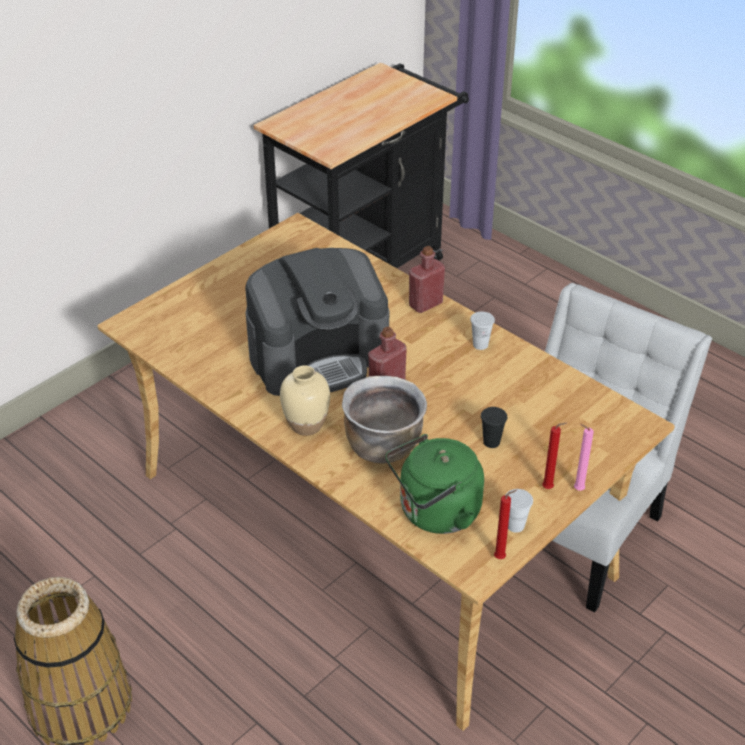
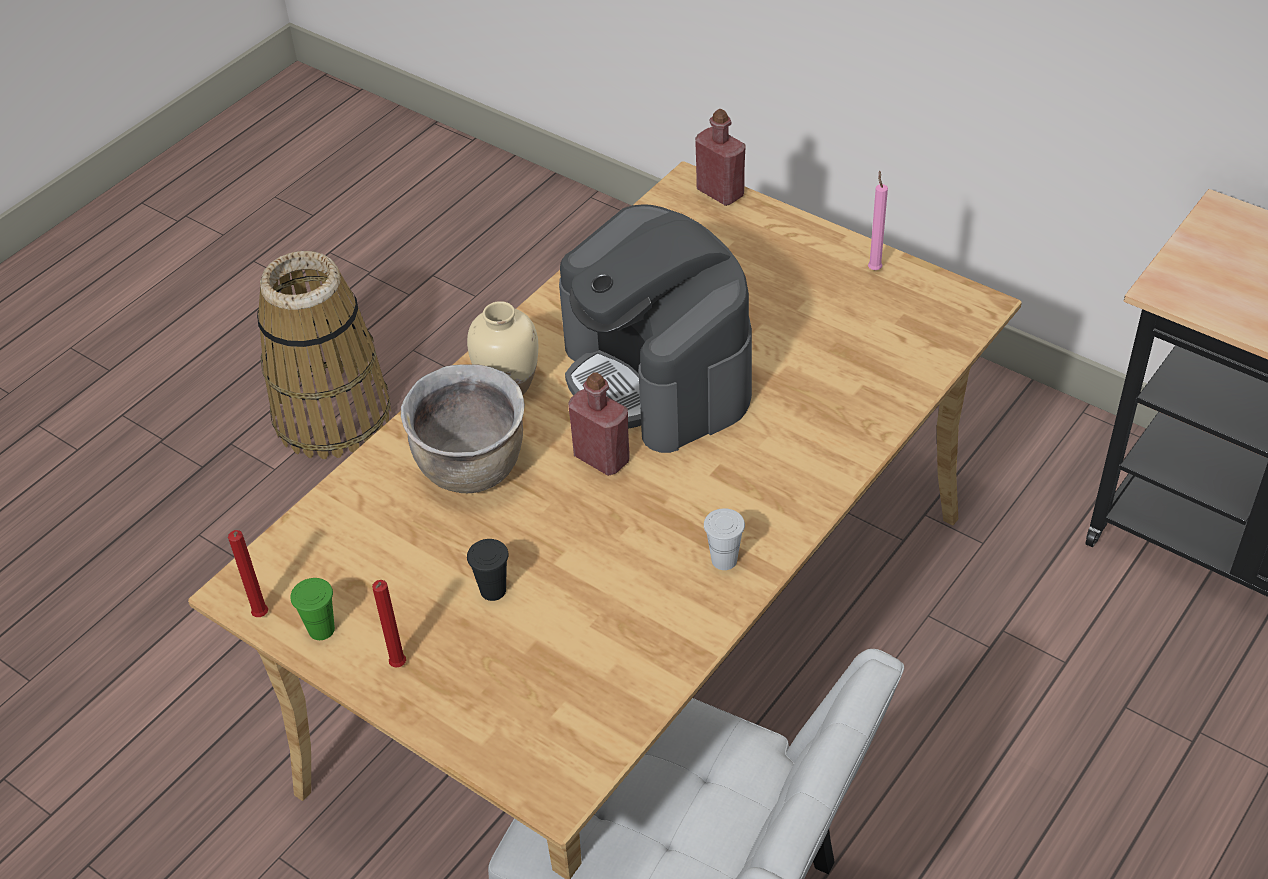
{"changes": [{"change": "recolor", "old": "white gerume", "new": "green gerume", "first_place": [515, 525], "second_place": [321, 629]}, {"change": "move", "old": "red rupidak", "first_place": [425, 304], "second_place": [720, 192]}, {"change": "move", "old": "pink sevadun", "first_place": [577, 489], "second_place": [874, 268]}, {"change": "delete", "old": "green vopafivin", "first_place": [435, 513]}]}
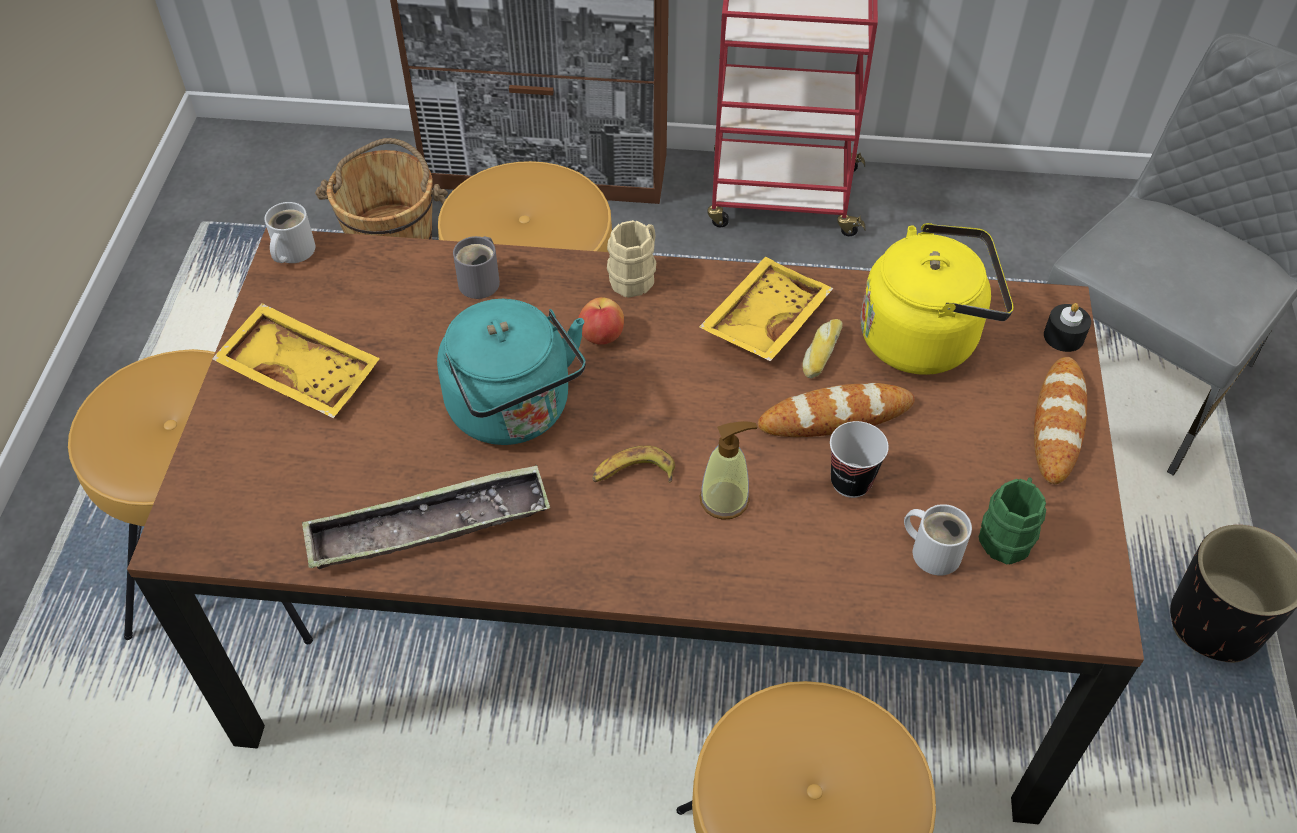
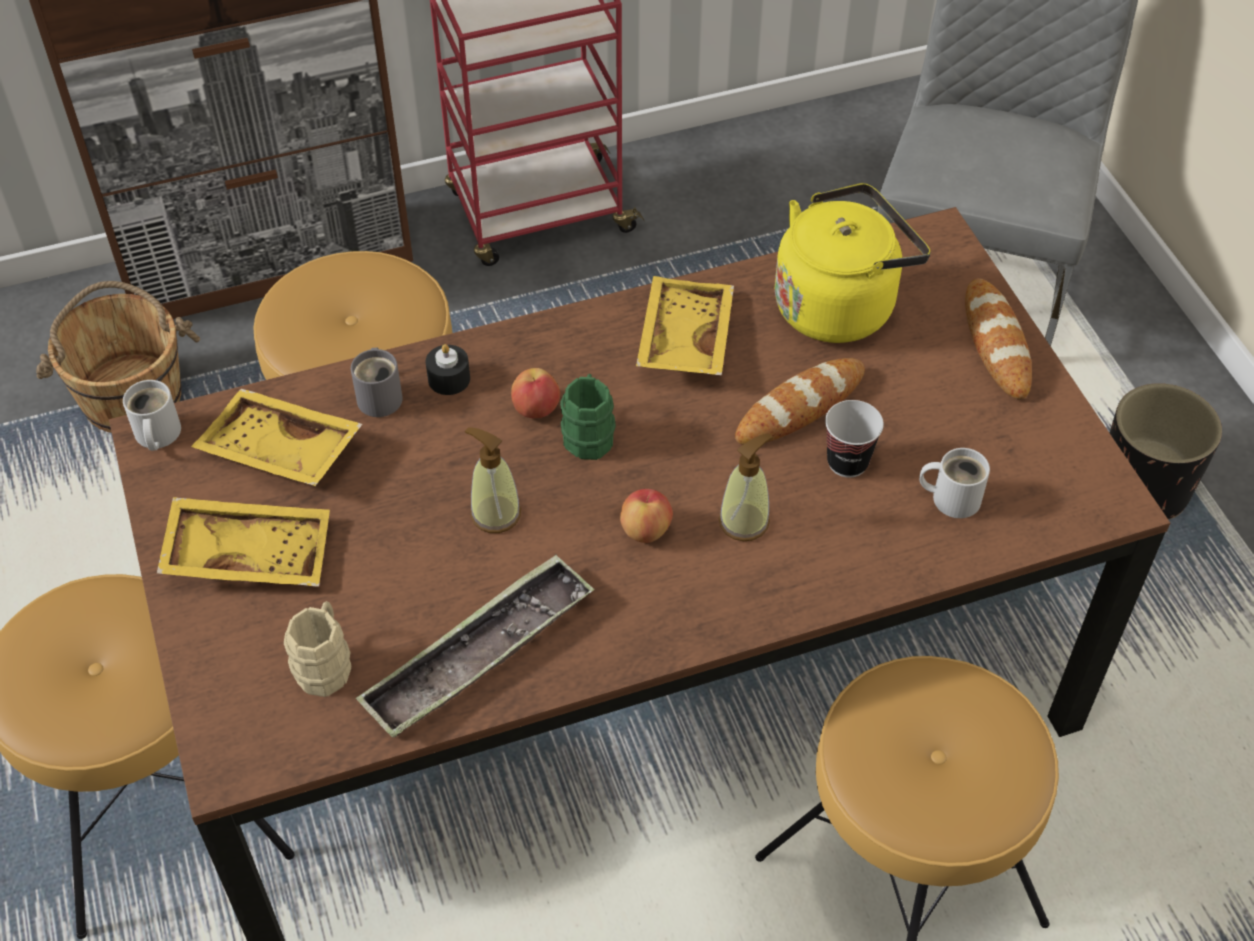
{"changes": [{"change": "insert", "new": "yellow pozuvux", "second_place": [278, 452]}, {"change": "move", "old": "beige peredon", "first_place": [635, 276], "second_place": [325, 663]}, {"change": "move", "old": "black sevadun", "first_place": [1063, 336], "second_place": [449, 379]}, {"change": "replace", "old": "turquoise vopafivin", "new": "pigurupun", "first_place": [514, 412], "second_place": [495, 513]}, {"change": "move", "old": "green peredon", "first_place": [1008, 534], "second_place": [588, 433]}, {"change": "replace", "old": "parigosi", "new": "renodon", "first_place": [633, 474], "second_place": [645, 530]}, {"change": "delete", "old": "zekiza", "first_place": [820, 352]}]}
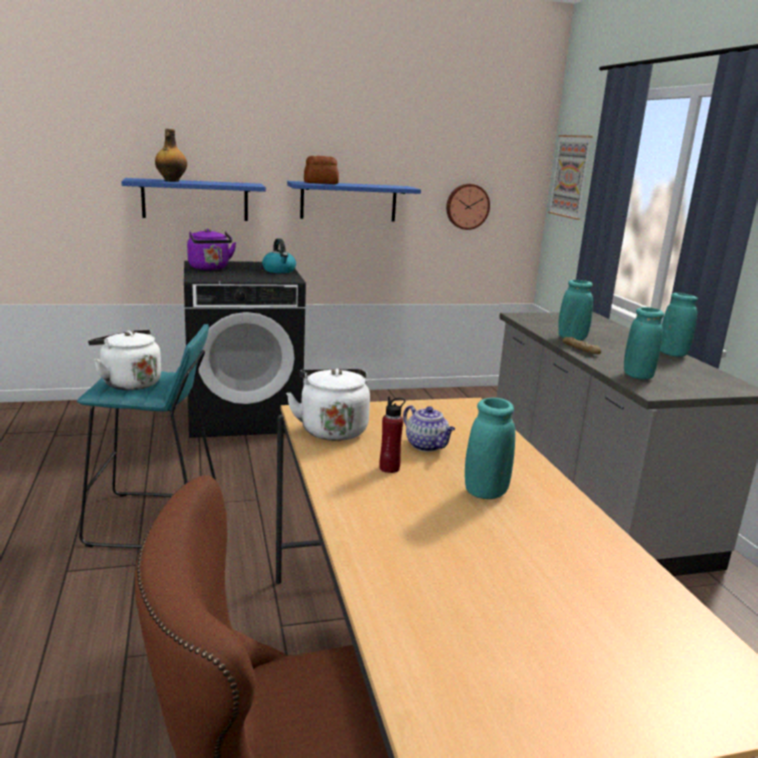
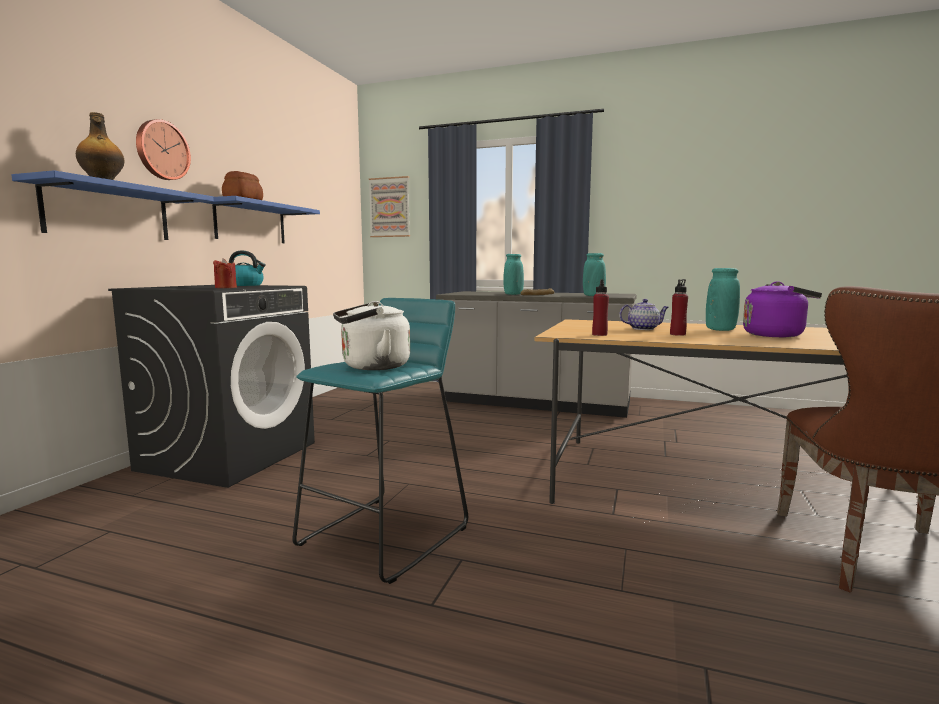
{"changes": [{"change": "move", "old": "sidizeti", "first_place": [467, 206], "second_place": [161, 150]}, {"change": "insert", "new": "red sevadun", "second_place": [226, 288]}, {"change": "replace", "old": "white vopafivin", "new": "red rupidak", "first_place": [332, 429], "second_place": [599, 334]}, {"change": "move", "old": "purple vopafivin", "first_place": [210, 268], "second_place": [776, 335]}, {"change": "delete", "old": "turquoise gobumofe", "first_place": [672, 354]}]}
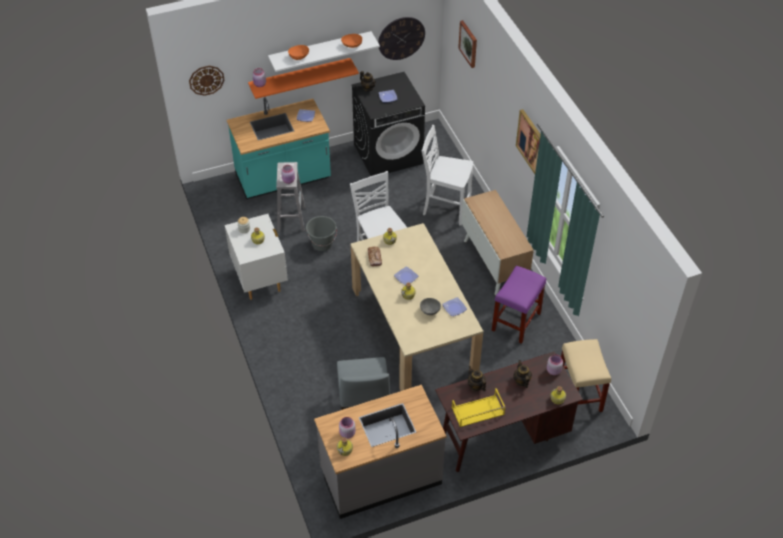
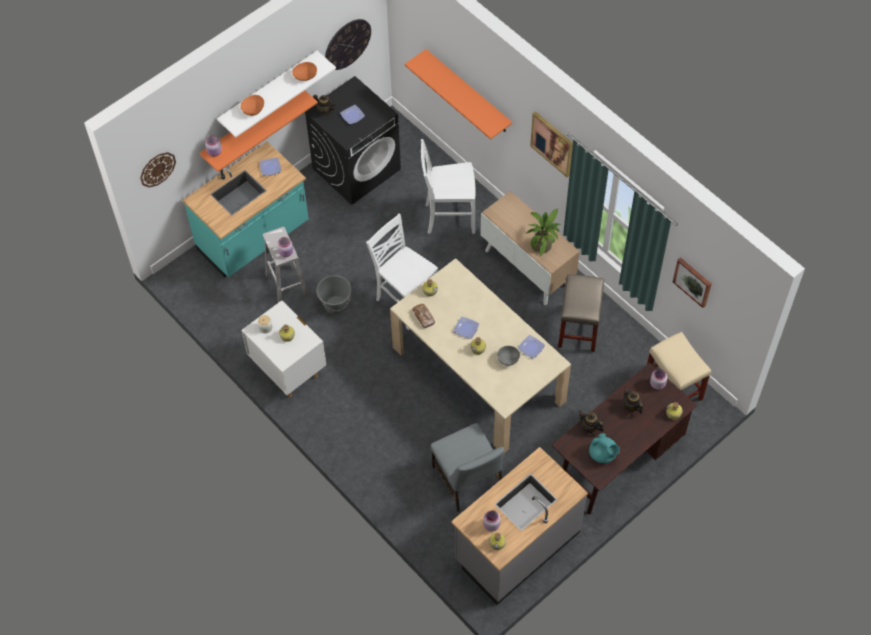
{"changes": [{"change": "insert", "new": "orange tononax", "second_place": [468, 92]}, {"change": "insert", "new": "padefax", "second_place": [543, 244]}, {"change": "recolor", "old": "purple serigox", "new": "beige serigox", "first_place": [516, 322], "second_place": [579, 329]}, {"change": "replace", "old": "yellow pozuvux", "new": "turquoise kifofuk", "first_place": [477, 411], "second_place": [603, 454]}, {"change": "move", "old": "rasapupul", "first_place": [468, 43], "second_place": [693, 281]}]}
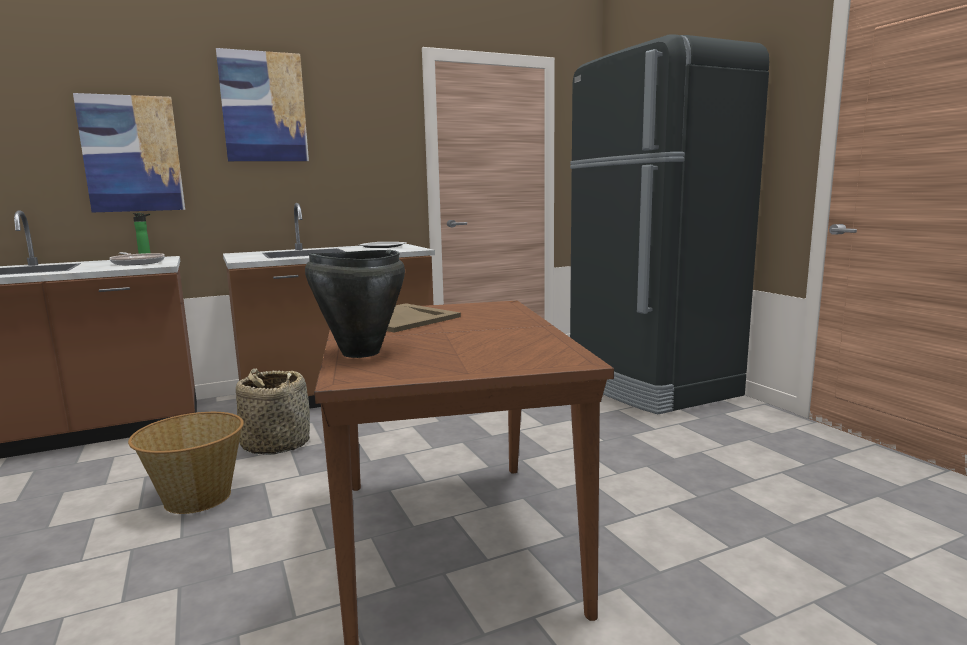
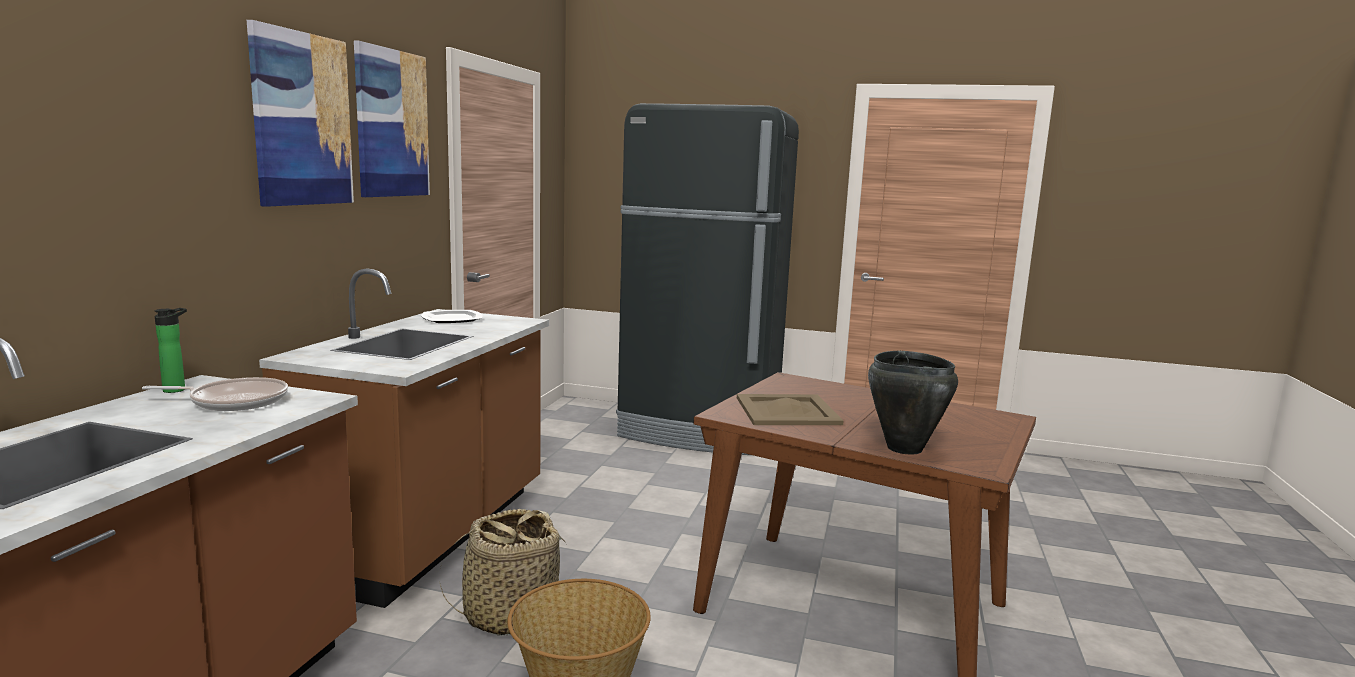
{"changes": [{"change": "move", "old": "rasapupul", "first_place": [132, 154], "second_place": [392, 124]}]}
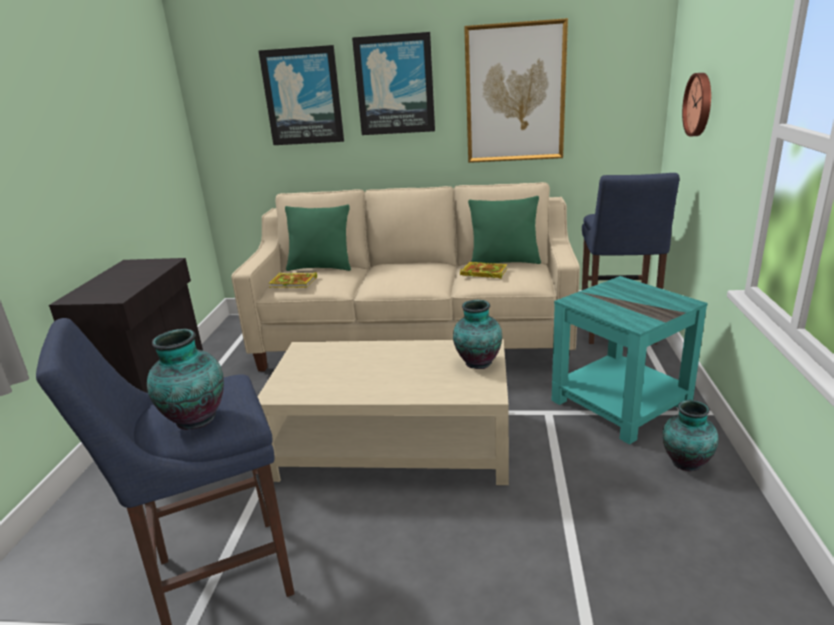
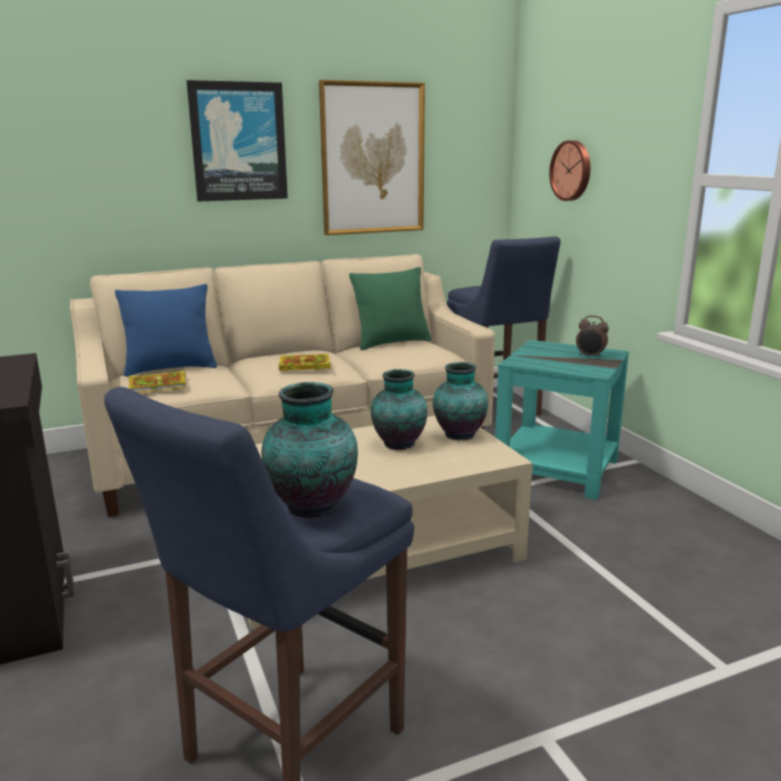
{"changes": [{"change": "recolor", "old": "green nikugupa", "new": "blue nikugupa", "first_place": [321, 267], "second_place": [171, 368]}, {"change": "move", "old": "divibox", "first_place": [483, 273], "second_place": [303, 366]}, {"change": "move", "old": "gobumofe", "first_place": [685, 463], "second_place": [398, 444]}, {"change": "insert", "new": "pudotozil", "second_place": [590, 356]}, {"change": "delete", "old": "rasapupul", "first_place": [303, 96]}]}
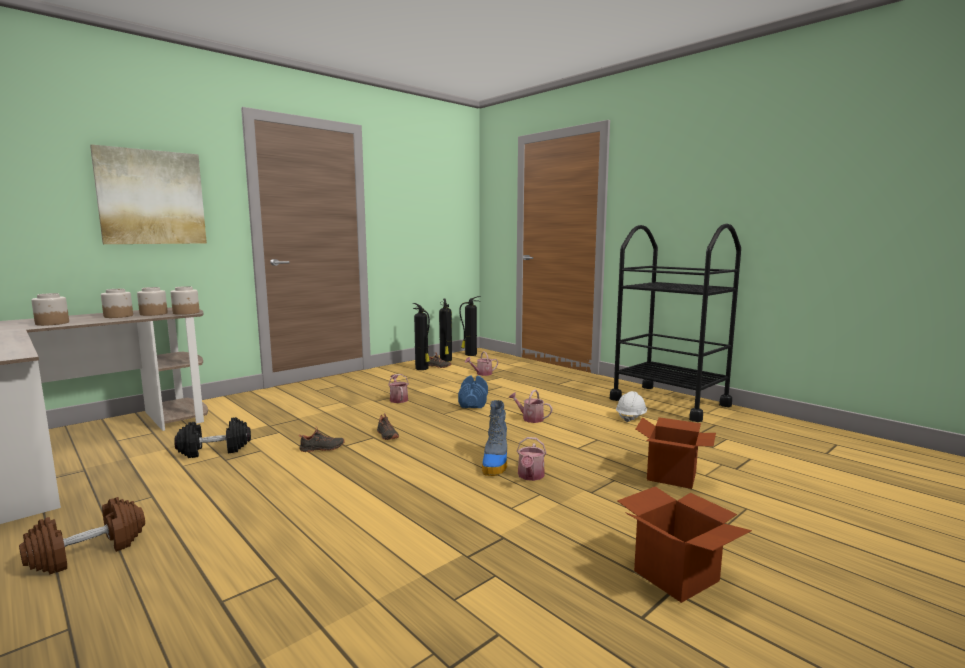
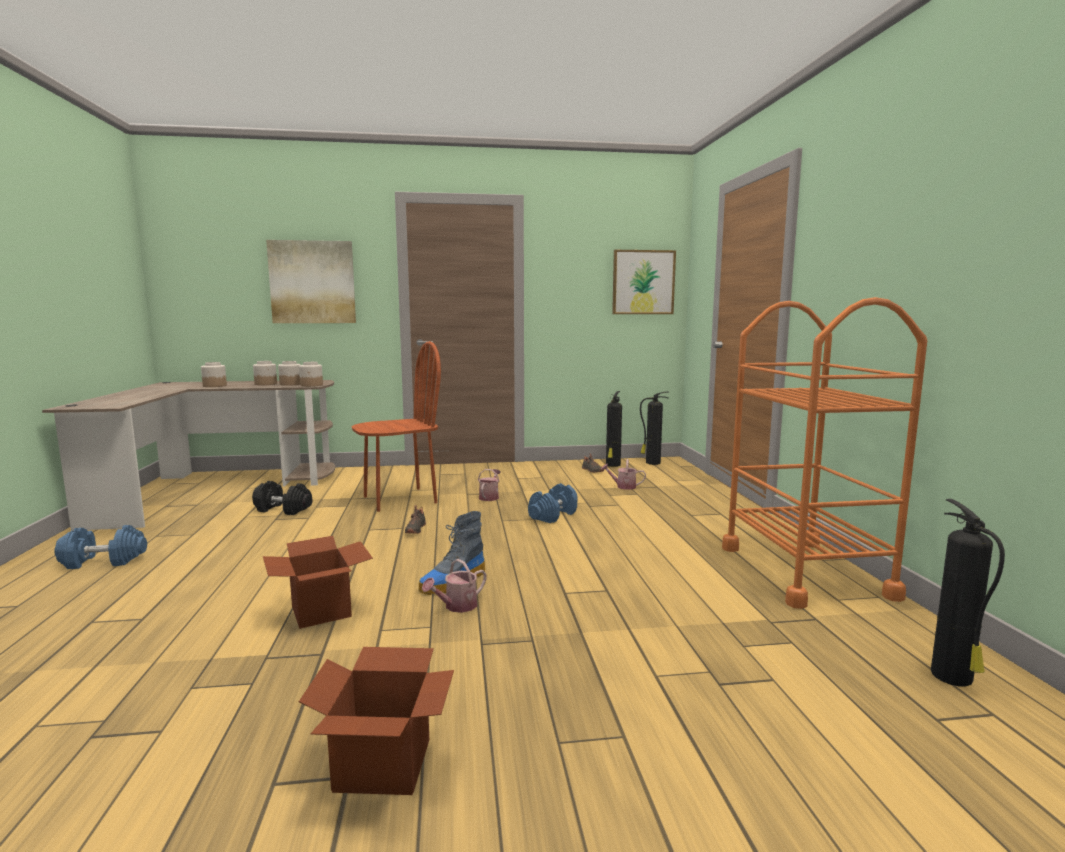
{"changes": [{"change": "recolor", "old": "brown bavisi", "new": "blue bavisi", "first_place": [88, 551], "second_place": [104, 561]}, {"change": "move", "old": "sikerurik", "first_place": [671, 476], "second_place": [320, 611]}, {"change": "insert", "new": "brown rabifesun", "second_place": [400, 499]}, {"change": "insert", "new": "rasapupul", "second_place": [643, 282]}, {"change": "recolor", "old": "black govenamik", "new": "orange govenamik", "first_place": [669, 402], "second_place": [804, 571]}, {"change": "move", "old": "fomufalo", "first_place": [422, 369], "second_place": [953, 678]}, {"change": "delete", "old": "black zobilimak", "first_place": [322, 449]}, {"change": "delete", "old": "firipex", "first_place": [530, 418]}, {"change": "delete", "old": "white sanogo", "first_place": [631, 417]}]}
